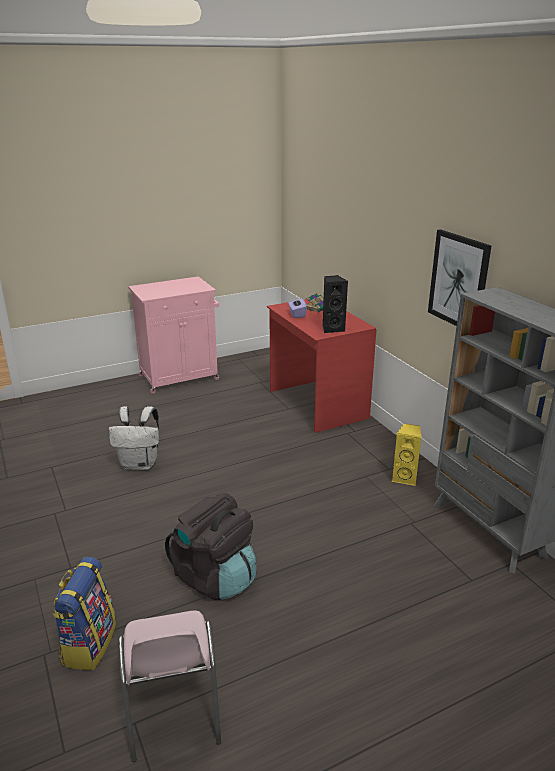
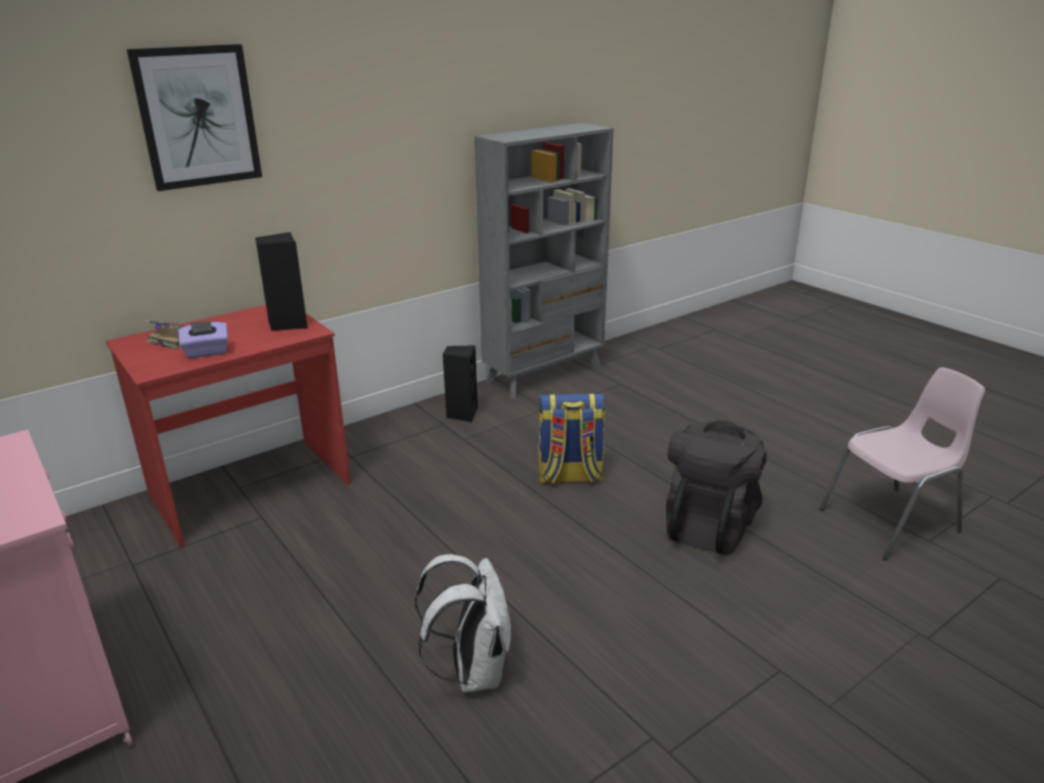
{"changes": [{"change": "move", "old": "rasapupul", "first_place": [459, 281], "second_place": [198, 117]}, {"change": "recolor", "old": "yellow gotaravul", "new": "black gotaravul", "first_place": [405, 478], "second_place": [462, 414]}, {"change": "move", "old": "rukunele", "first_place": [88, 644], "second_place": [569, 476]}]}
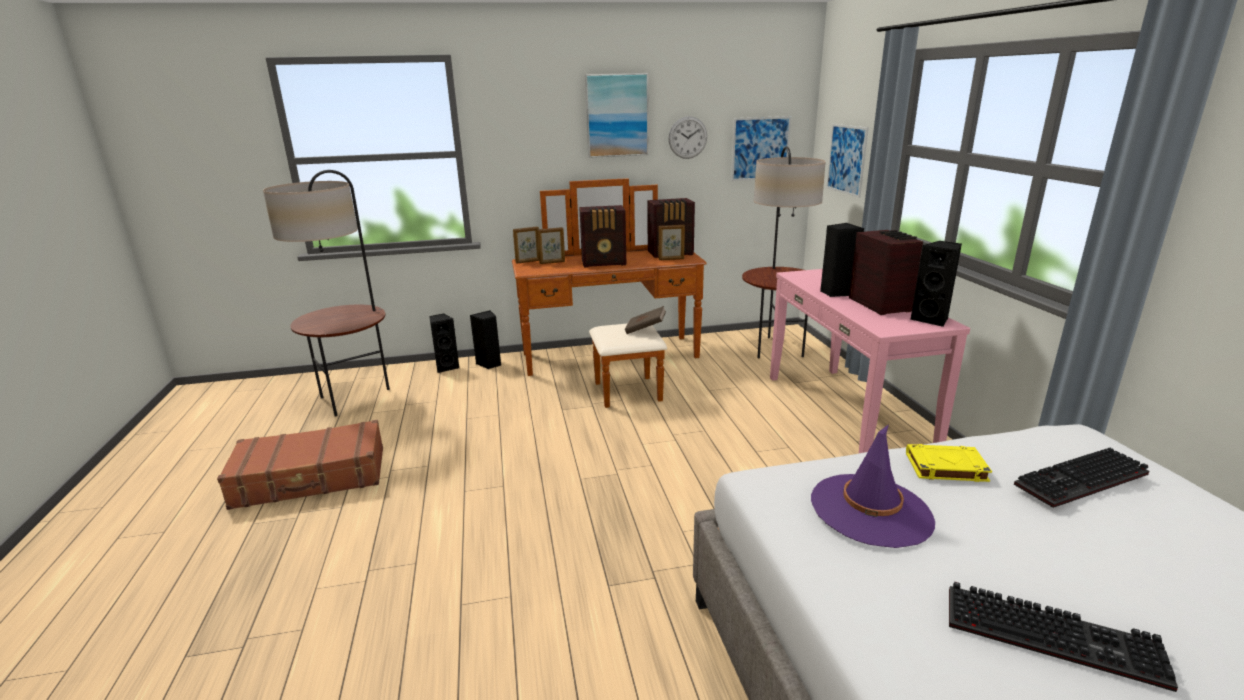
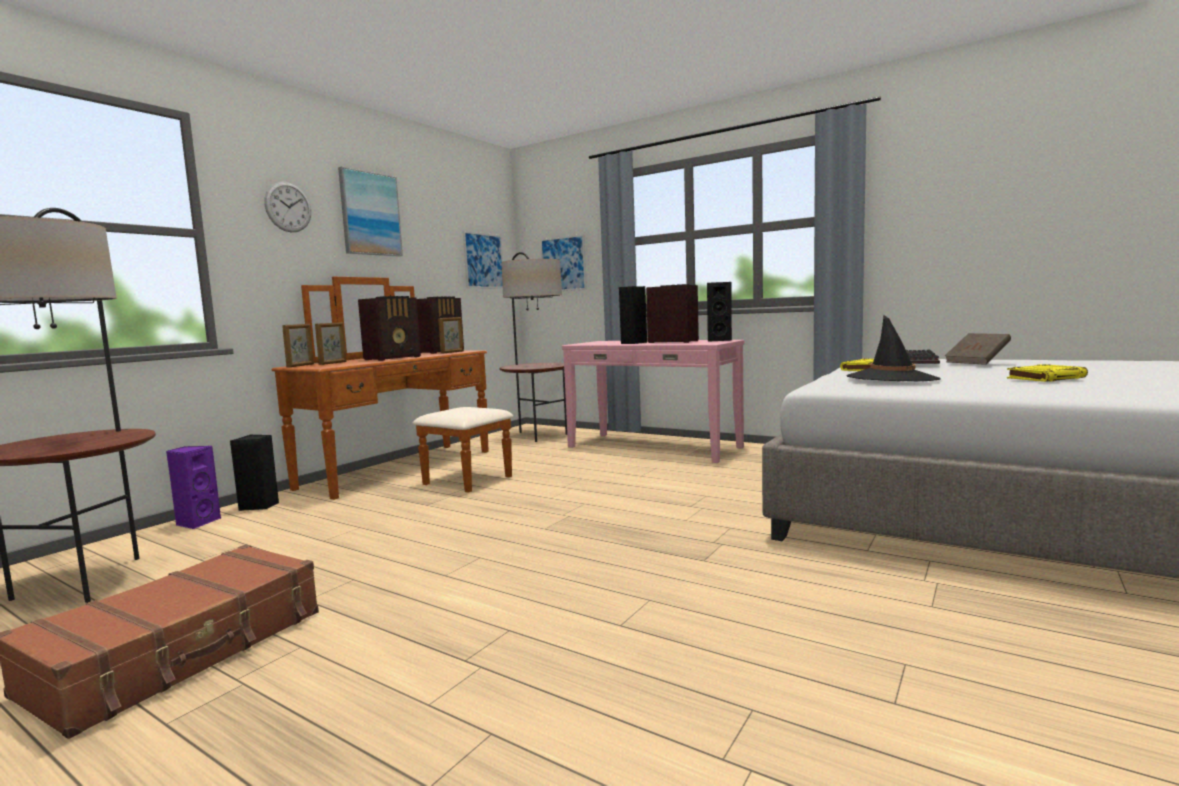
{"changes": [{"change": "recolor", "old": "black gotaravul", "new": "purple gotaravul", "first_place": [446, 367], "second_place": [197, 522]}, {"change": "move", "old": "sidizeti", "first_place": [687, 137], "second_place": [288, 207]}, {"change": "recolor", "old": "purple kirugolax", "new": "black kirugolax", "first_place": [871, 510], "second_place": [892, 379]}, {"change": "move", "old": "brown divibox", "first_place": [645, 330], "second_place": [977, 362]}, {"change": "replace", "old": "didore", "new": "yellow divibox", "first_place": [1055, 635], "second_place": [1046, 378]}]}
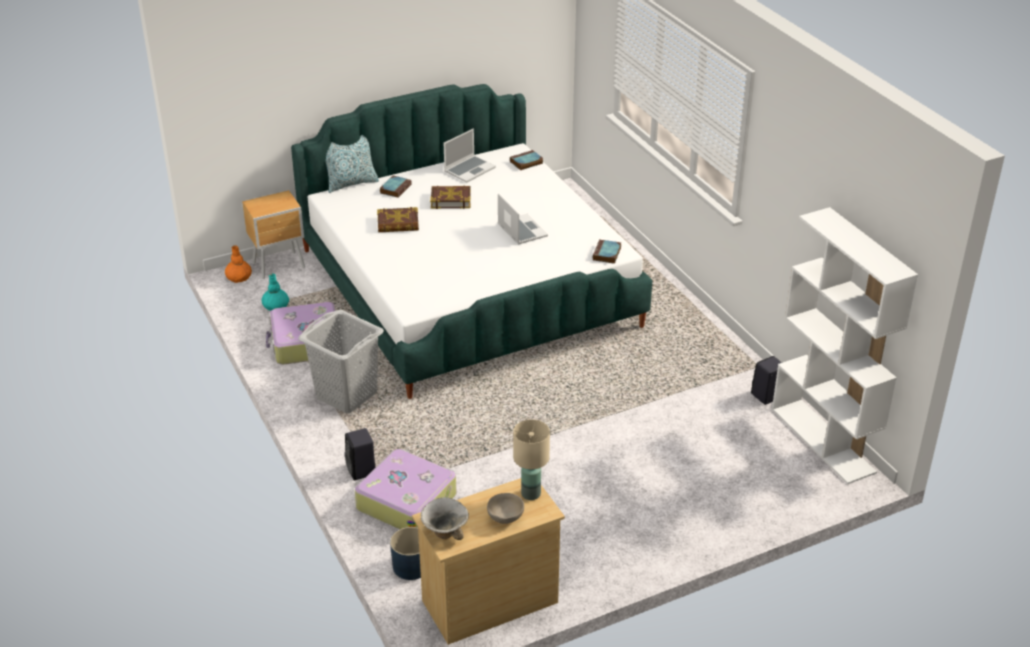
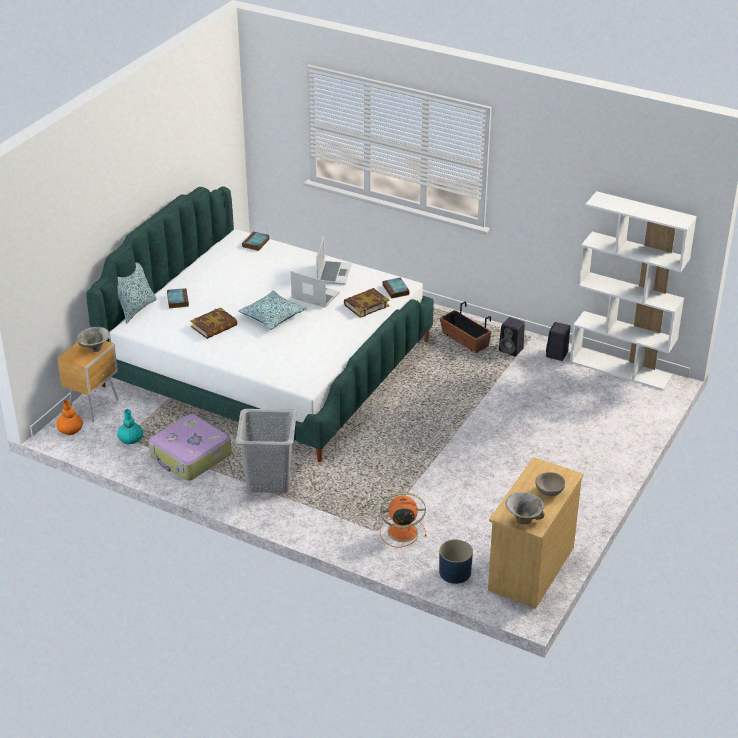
{"changes": [{"change": "insert", "new": "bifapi", "second_place": [94, 349]}, {"change": "insert", "new": "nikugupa", "second_place": [272, 316]}, {"change": "move", "old": "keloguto", "first_place": [469, 169], "second_place": [333, 273]}, {"change": "move", "old": "divibox", "first_place": [450, 200], "second_place": [366, 305]}, {"change": "replace", "old": "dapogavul", "new": "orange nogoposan", "first_place": [407, 500], "second_place": [401, 532]}, {"change": "insert", "new": "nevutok", "second_place": [465, 340]}, {"change": "move", "old": "black gotaravul", "first_place": [362, 470], "second_place": [512, 350]}, {"change": "delete", "old": "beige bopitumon", "first_place": [530, 494]}]}
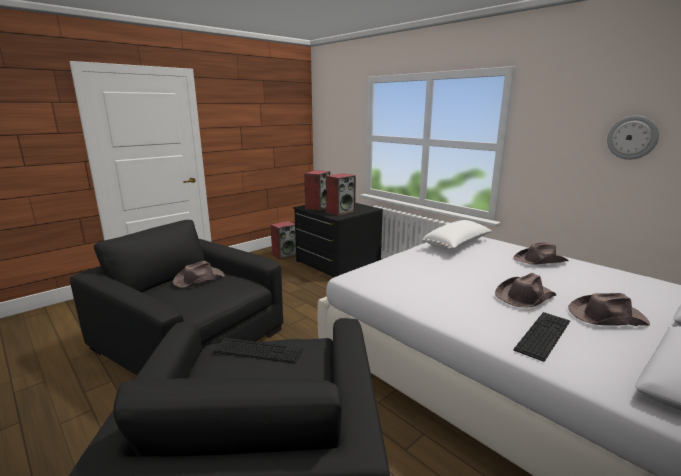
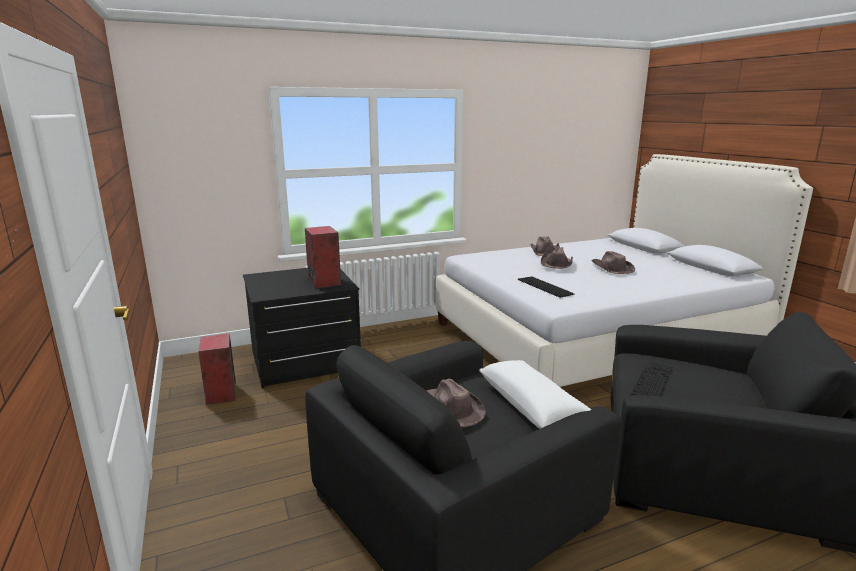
{"changes": [{"change": "move", "old": "white nikugupa", "first_place": [457, 245], "second_place": [533, 407]}, {"change": "move", "old": "didore", "first_place": [543, 335], "second_place": [544, 286]}, {"change": "move", "old": "brown kirugolax", "first_place": [606, 316], "second_place": [557, 263]}, {"change": "delete", "old": "gotaravul", "first_place": [317, 207]}, {"change": "delete", "old": "sidizeti", "first_place": [632, 137]}]}
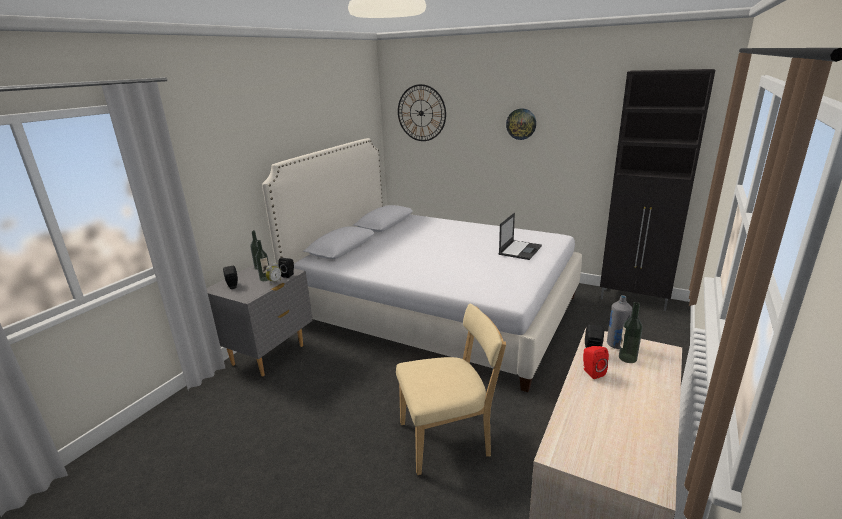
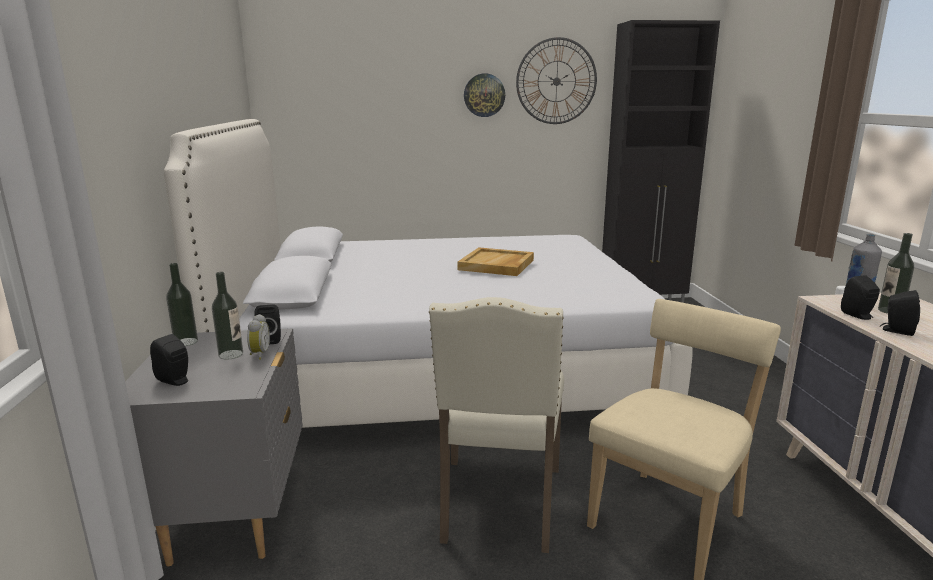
{"changes": [{"change": "insert", "new": "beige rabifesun", "second_place": [499, 505]}, {"change": "insert", "new": "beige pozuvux", "second_place": [497, 265]}, {"change": "move", "old": "sidizeti", "first_place": [421, 113], "second_place": [556, 81]}, {"change": "recolor", "old": "red gotaravul", "new": "black gotaravul", "first_place": [591, 372], "second_place": [896, 331]}, {"change": "delete", "old": "keloguto", "first_place": [520, 250]}]}
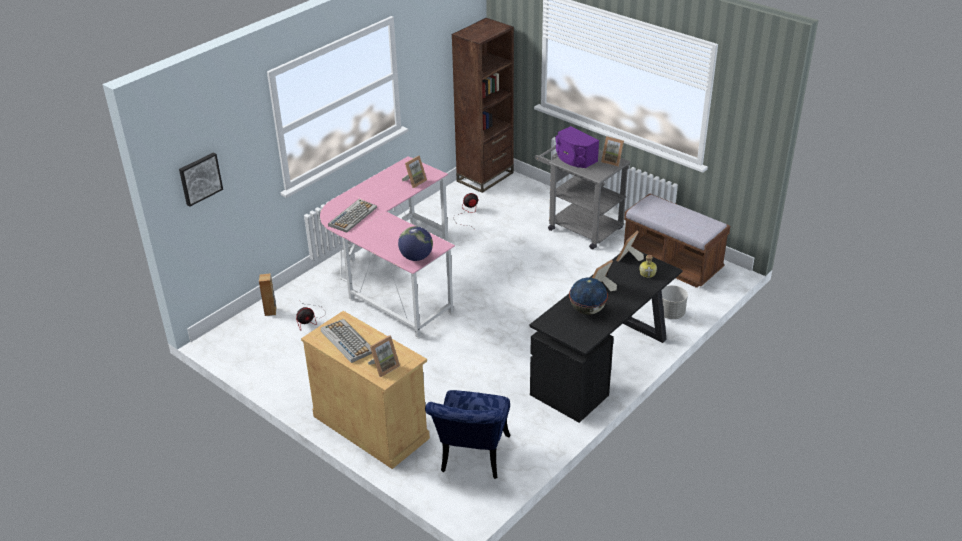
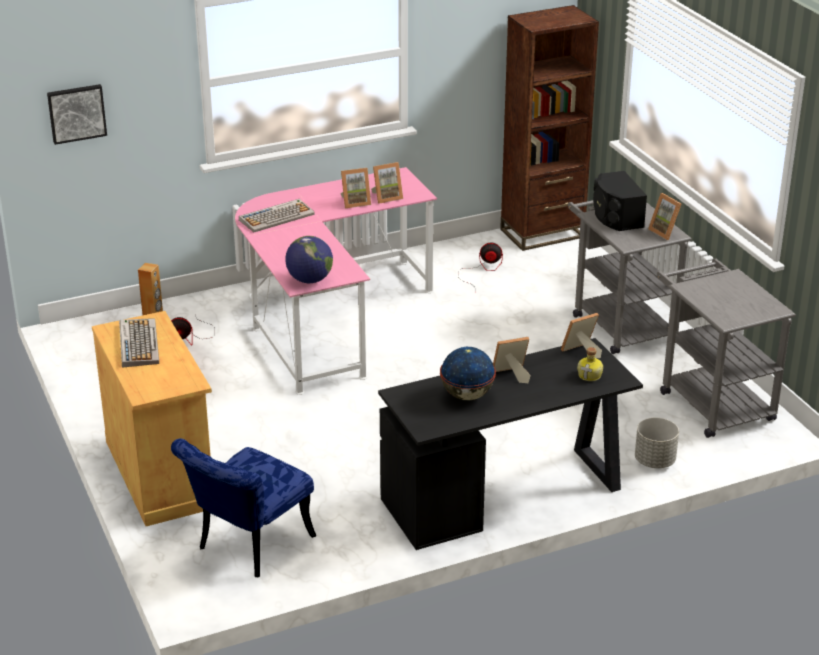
{"changes": [{"change": "move", "old": "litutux", "first_place": [384, 367], "second_place": [355, 202]}, {"change": "recolor", "old": "purple gotaravul", "new": "black gotaravul", "first_place": [575, 158], "second_place": [616, 217]}, {"change": "replace", "old": "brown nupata", "new": "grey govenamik", "first_place": [672, 263], "second_place": [711, 401]}]}
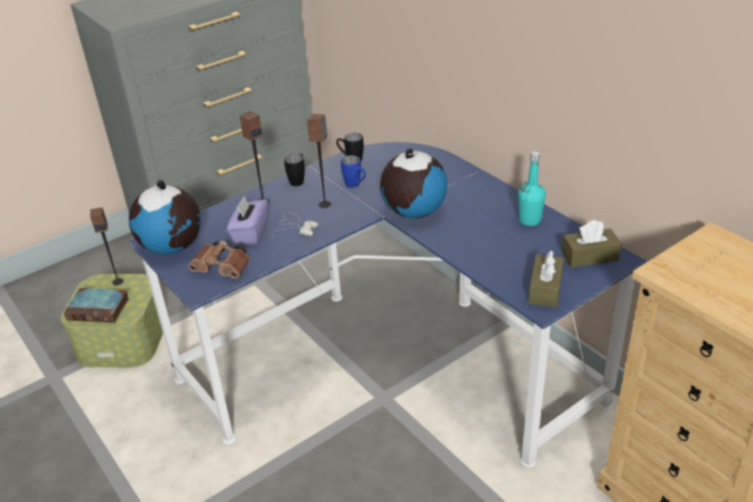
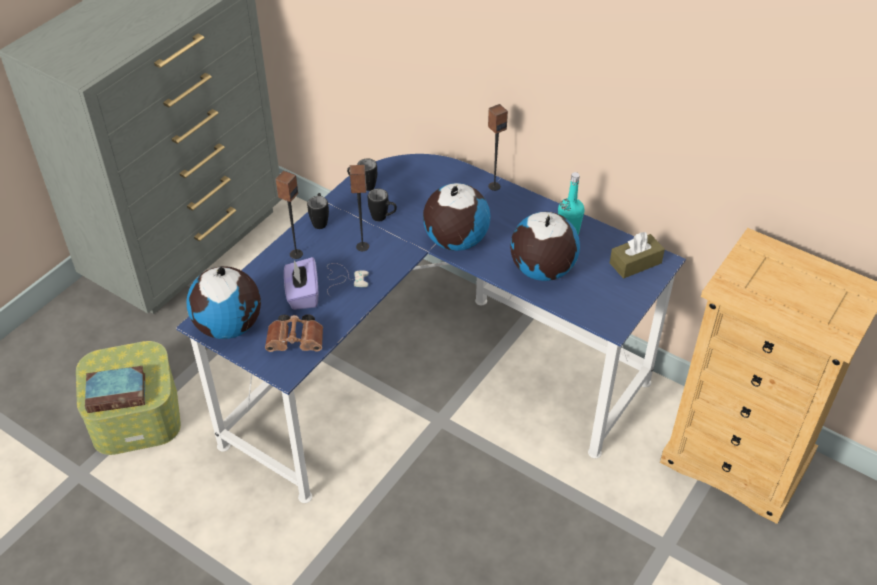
{"changes": [{"change": "recolor", "old": "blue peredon", "new": "black peredon", "first_place": [355, 186], "second_place": [383, 218]}, {"change": "move", "old": "gotaravul", "first_place": [118, 281], "second_place": [494, 186]}, {"change": "insert", "new": "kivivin", "second_place": [541, 270]}, {"change": "delete", "old": "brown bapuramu", "first_place": [545, 289]}]}
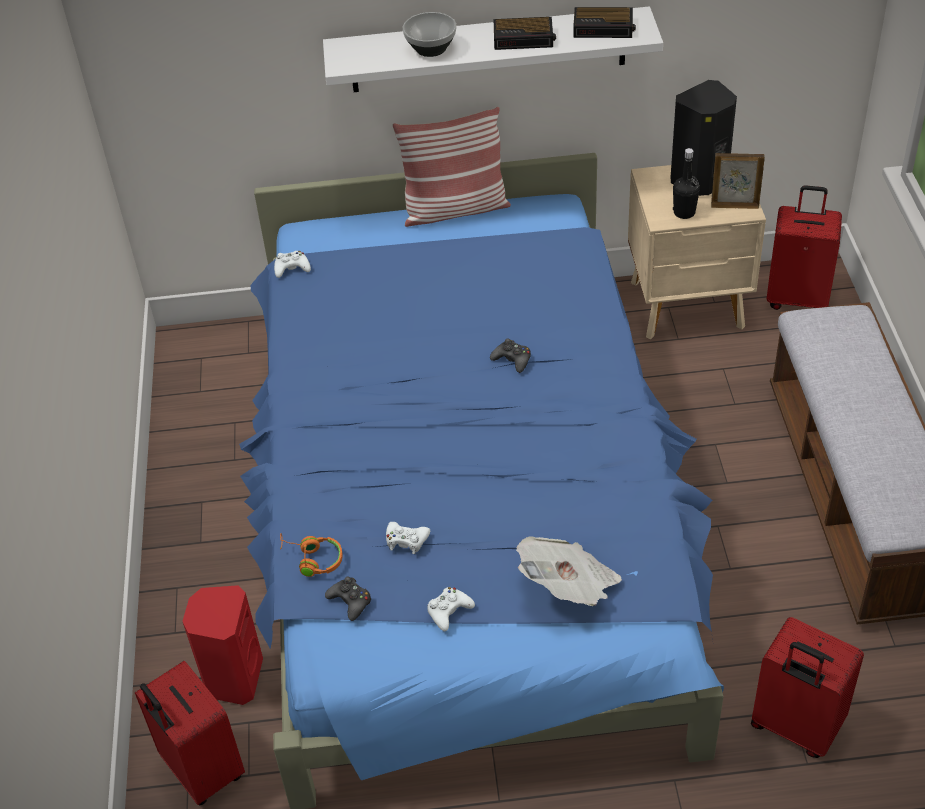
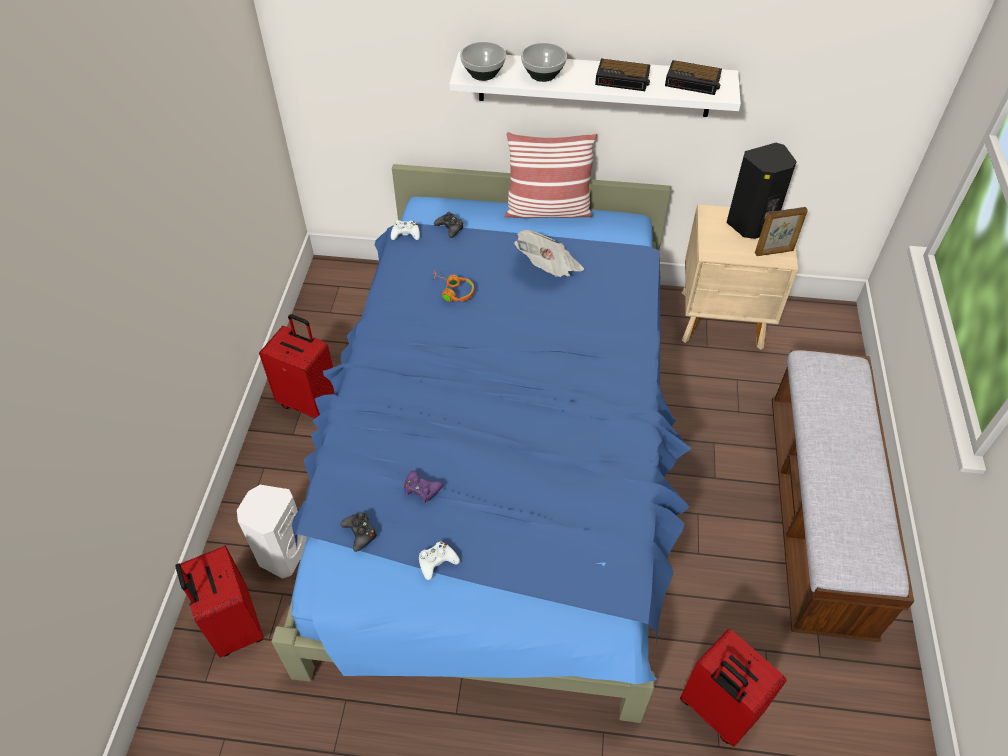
{"changes": [{"change": "recolor", "old": "red gotaravul", "new": "white gotaravul", "first_place": [233, 678], "second_place": [282, 553]}, {"change": "move", "old": "red dapogavul", "first_place": [798, 298], "second_place": [310, 402]}, {"change": "recolor", "old": "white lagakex", "new": "purple lagakex", "first_place": [406, 540], "second_place": [421, 489]}, {"change": "move", "old": "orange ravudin", "first_place": [312, 559], "second_place": [452, 291]}, {"change": "move", "old": "black lagakex", "first_place": [512, 360], "second_place": [450, 228]}, {"change": "insert", "new": "bifapi", "second_place": [483, 73]}, {"change": "move", "old": "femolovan", "first_place": [569, 586], "second_place": [548, 268]}, {"change": "rotate", "old": "litutux", "first_place": [734, 206], "second_place": [774, 252], "degrees": 150}, {"change": "delete", "old": "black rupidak", "first_place": [684, 212]}]}
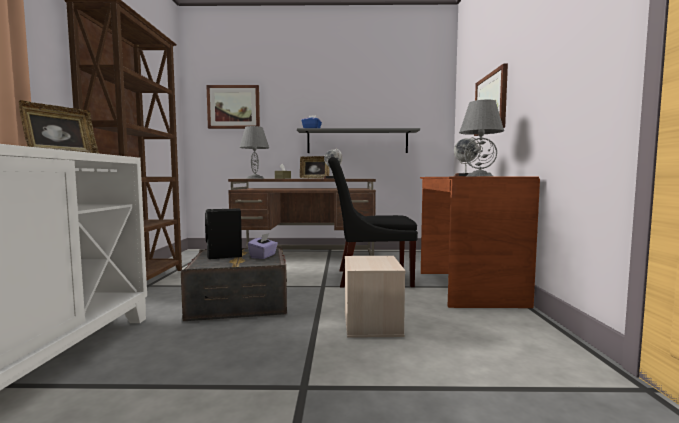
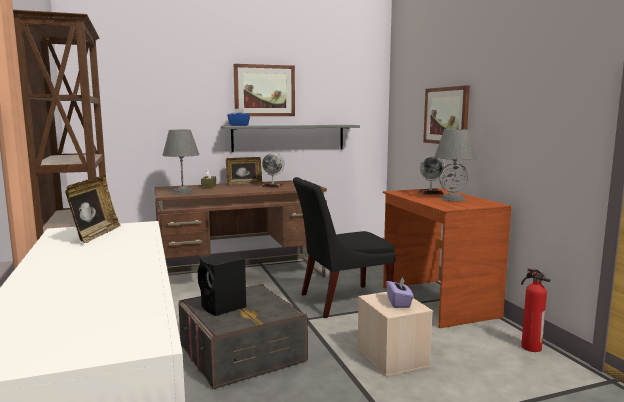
{"changes": [{"change": "move", "old": "rasapupul", "first_place": [233, 107], "second_place": [264, 90]}, {"change": "move", "old": "purple bapuramu", "first_place": [263, 256], "second_place": [399, 303]}, {"change": "insert", "new": "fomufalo", "second_place": [530, 347]}]}
